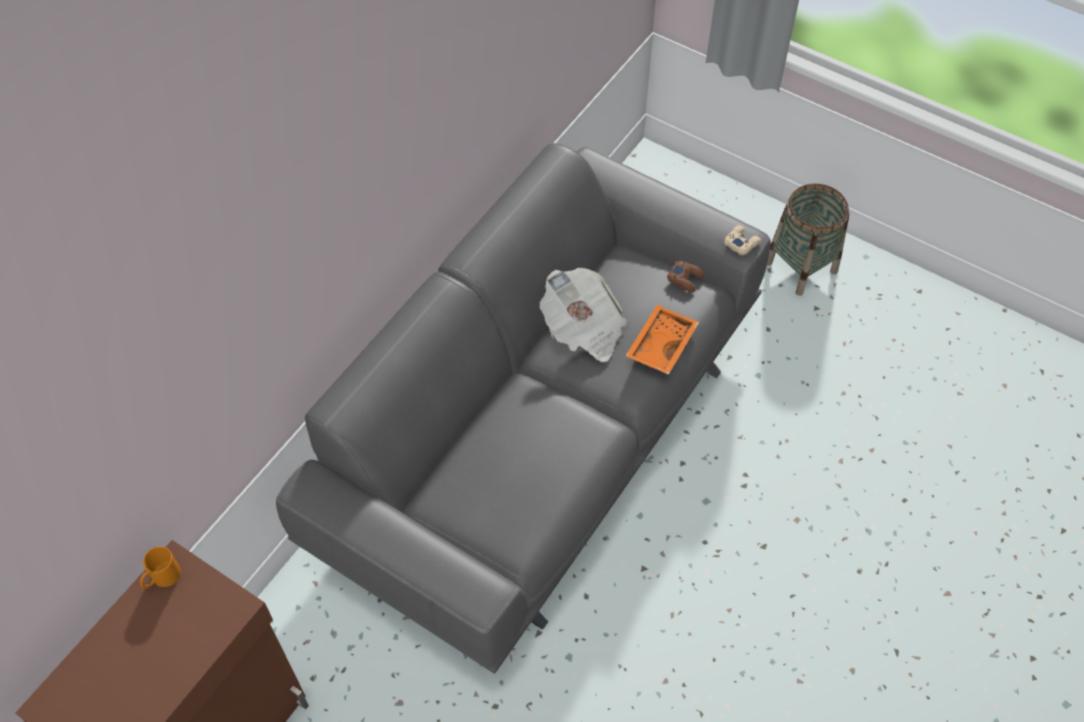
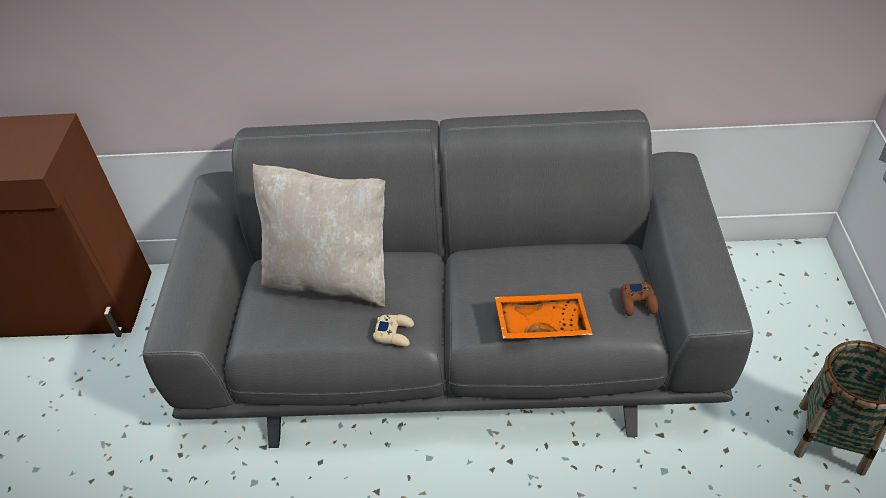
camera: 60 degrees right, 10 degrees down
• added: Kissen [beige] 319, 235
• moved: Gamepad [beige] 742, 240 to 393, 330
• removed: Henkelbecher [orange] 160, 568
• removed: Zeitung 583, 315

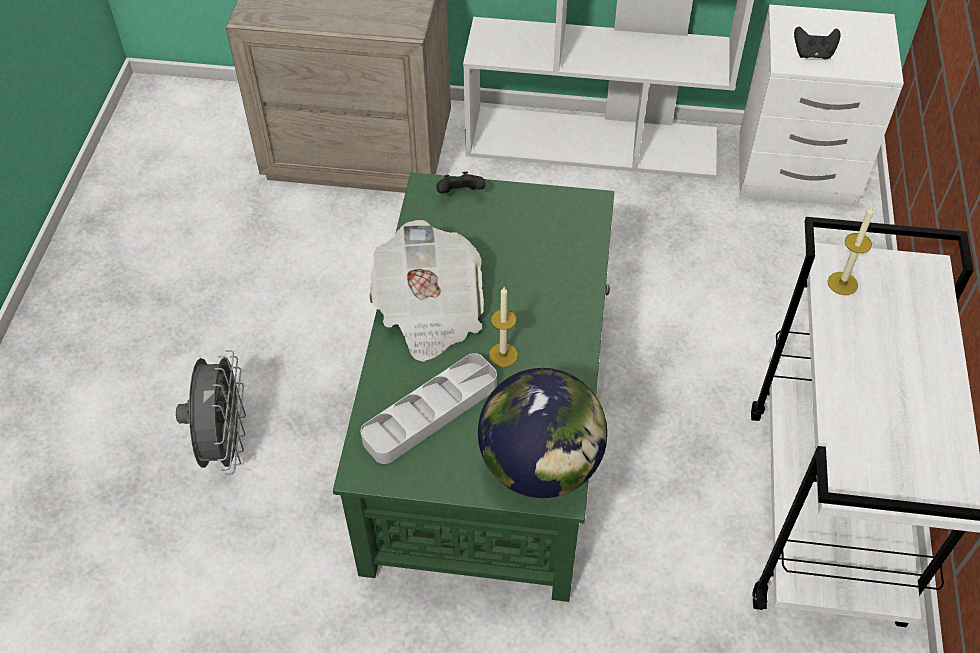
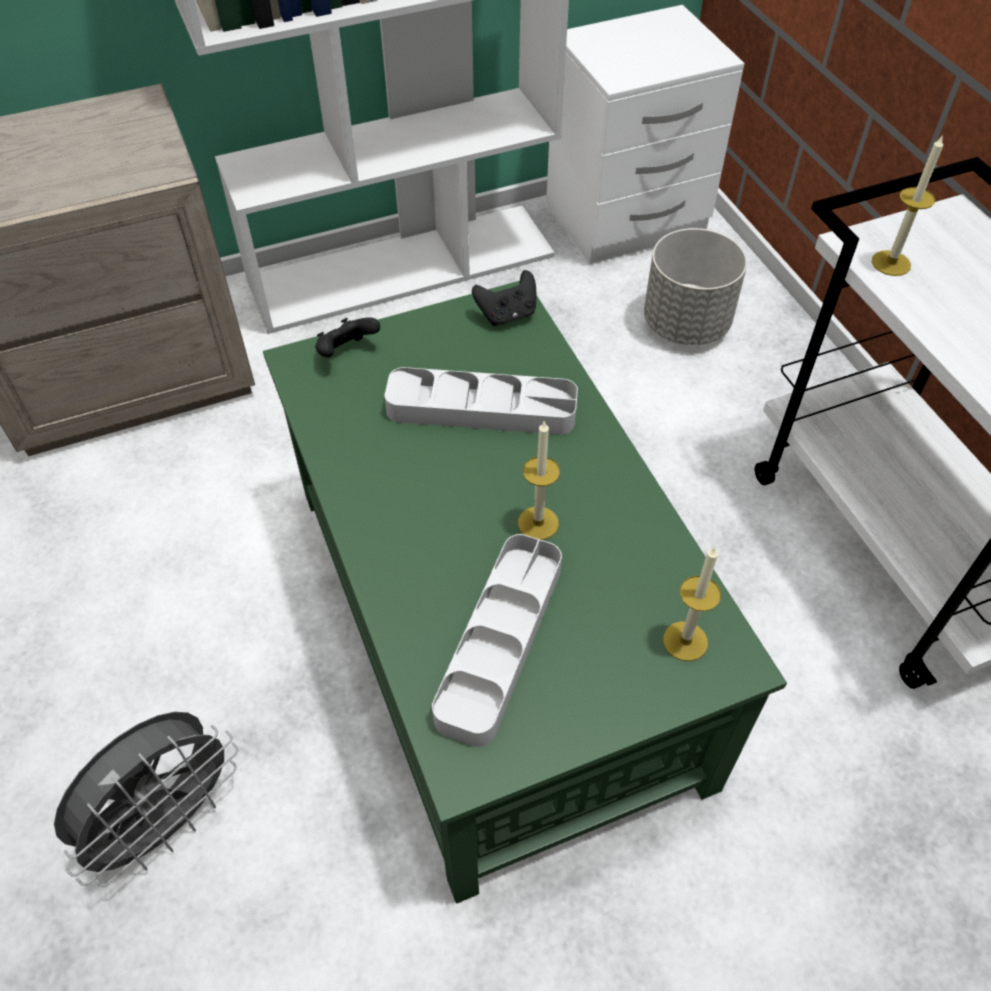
camera: 30 degrees left, 0 degrees up
• turned: Ventilator [grau] 211, 412 = 146, 799 75 degrees clockwise
• added: Tablett [grau] 481, 401
• moved: Gamepad [schwarz] 817, 42 to 504, 298
• added: Pflanzkübel [grau] 695, 286
• replaced: Globus 542, 433 to Kerze 692, 604
• removed: Zeitung 426, 291

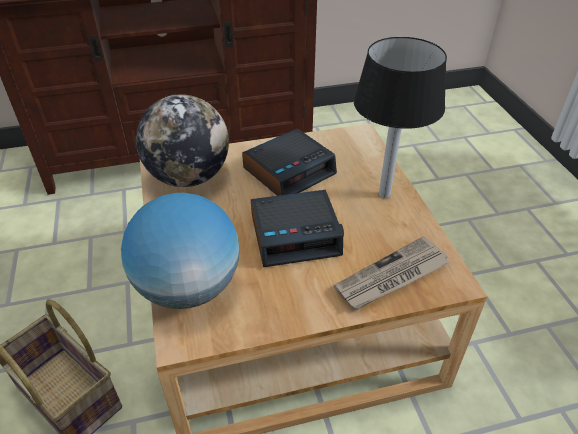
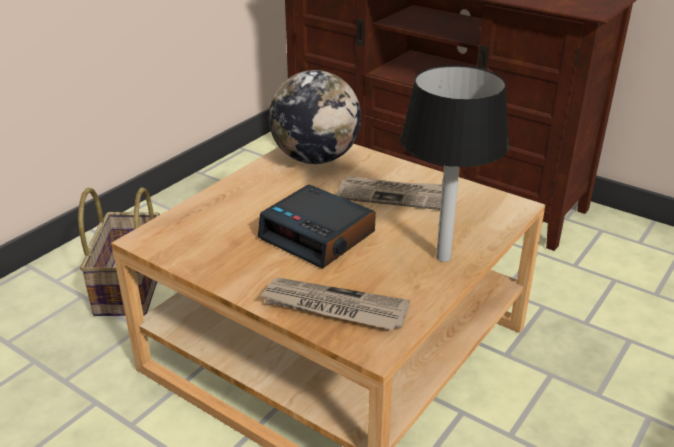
camera: 50 degrees right, 10 degrees down
• replaced: Wecker 289, 162 to Zeitung 389, 193
• removed: Globus 180, 251

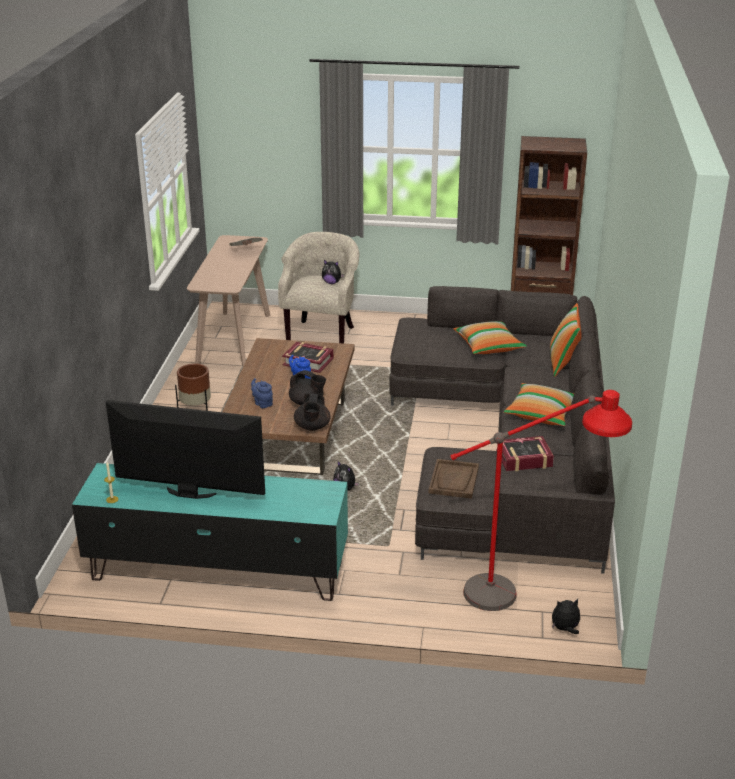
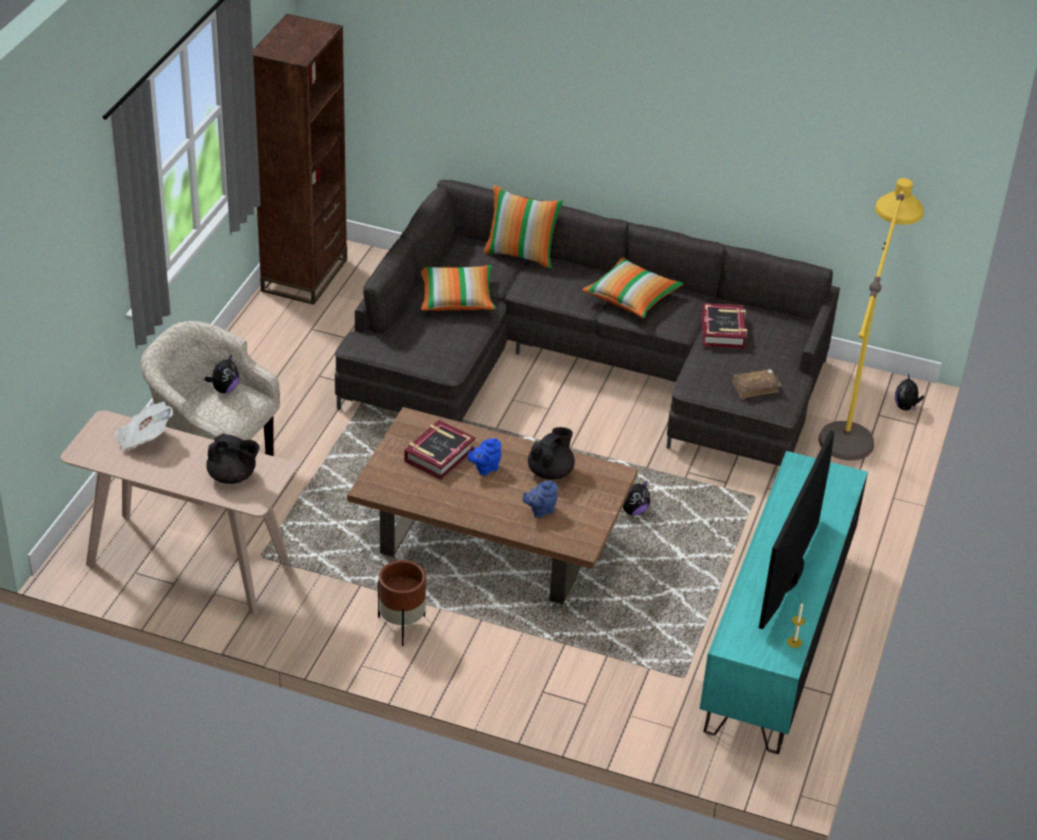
camera: 80 degrees left, 10 degrees up
• moved: Teekanne [schwarz] 312, 412 to 233, 459
• replaced: Tablett [braun] 454, 479 to Buch [braun] 756, 384
• recoloured: Stehlampe [rot] 541, 500 to Stehlampe [gelb] 871, 319

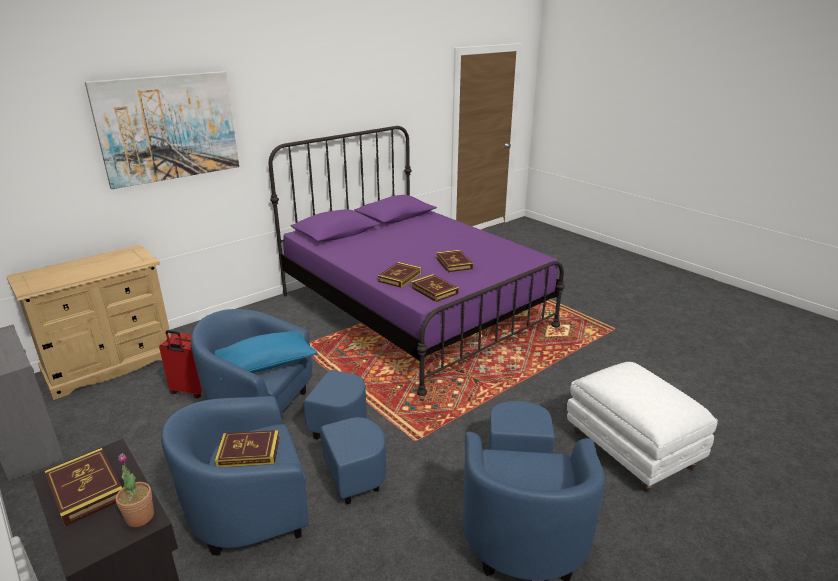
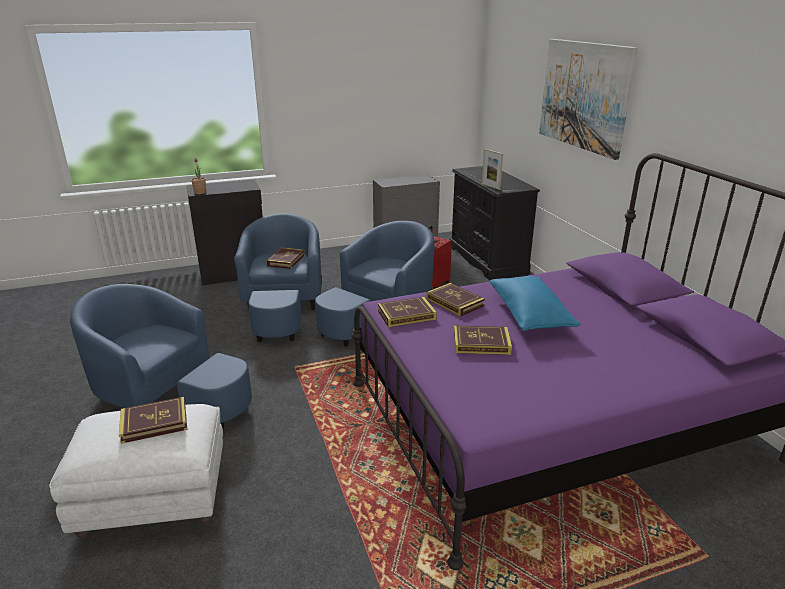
camera: 110 degrees right, 0 degrees up
• moved: Buch 83, 487 to 153, 420
• recoloured: Kommode [beige] 88, 322 to Kommode [schwarz] 495, 223
• added: Bilderrahmen 492, 169
• moved: Kissen [blau] 265, 355 to 535, 303

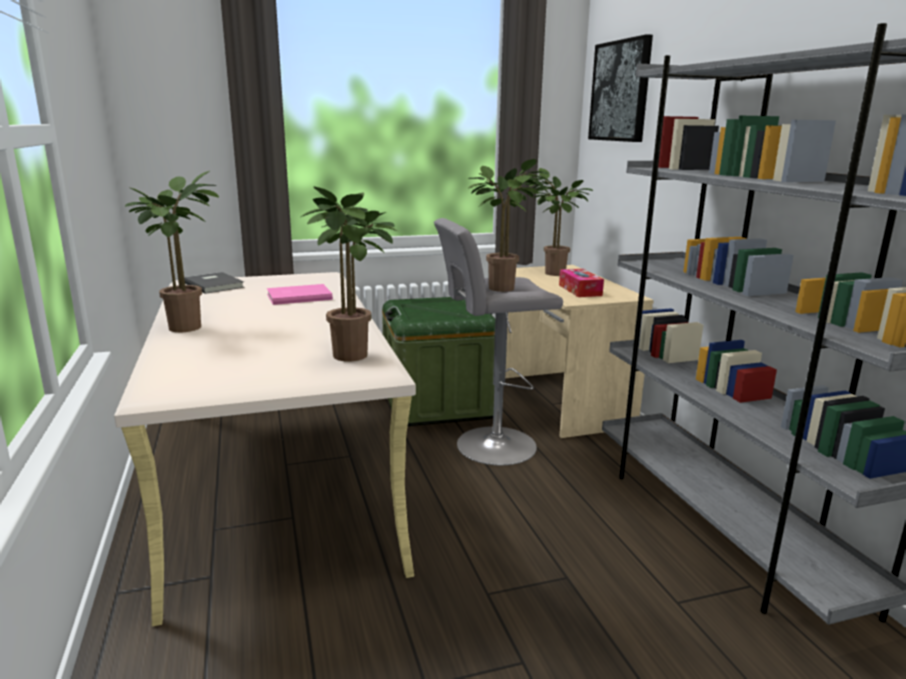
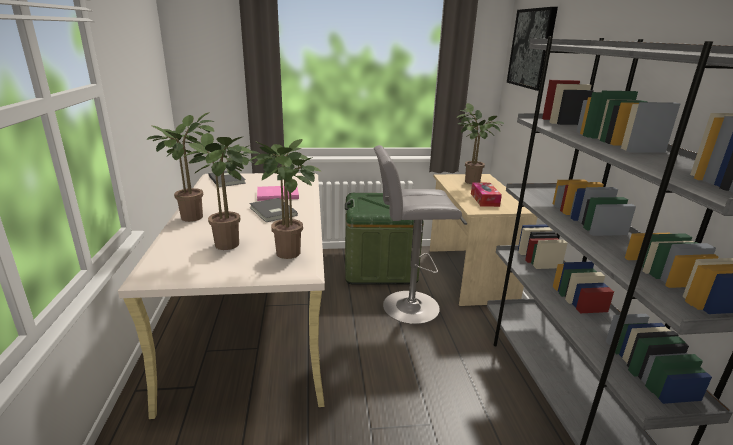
camera: 10 degrees right, 5 degrees up
• moved: Topfpflanze 508, 225 to 221, 191
• added: Buch [grau] 273, 210

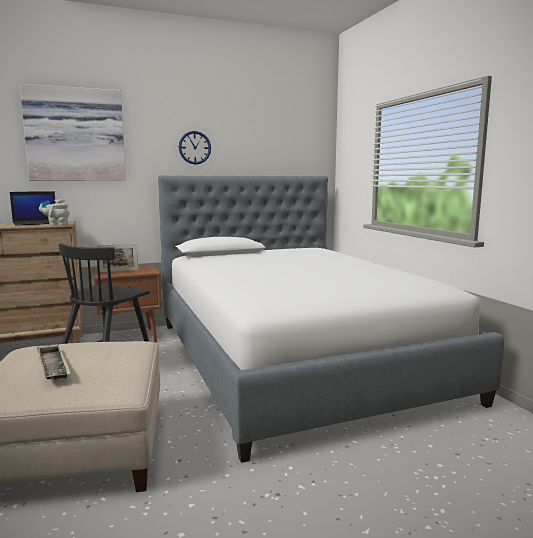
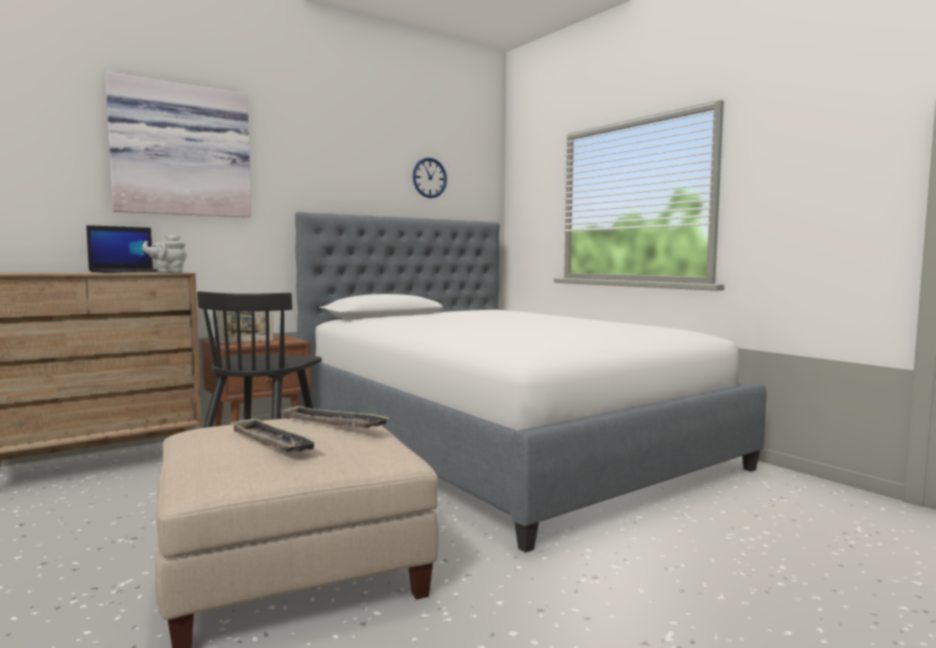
camera: 15 degrees left, 5 degrees down
• added: Tablett 334, 416
• moved: Wanduhr 195, 148 to 430, 178

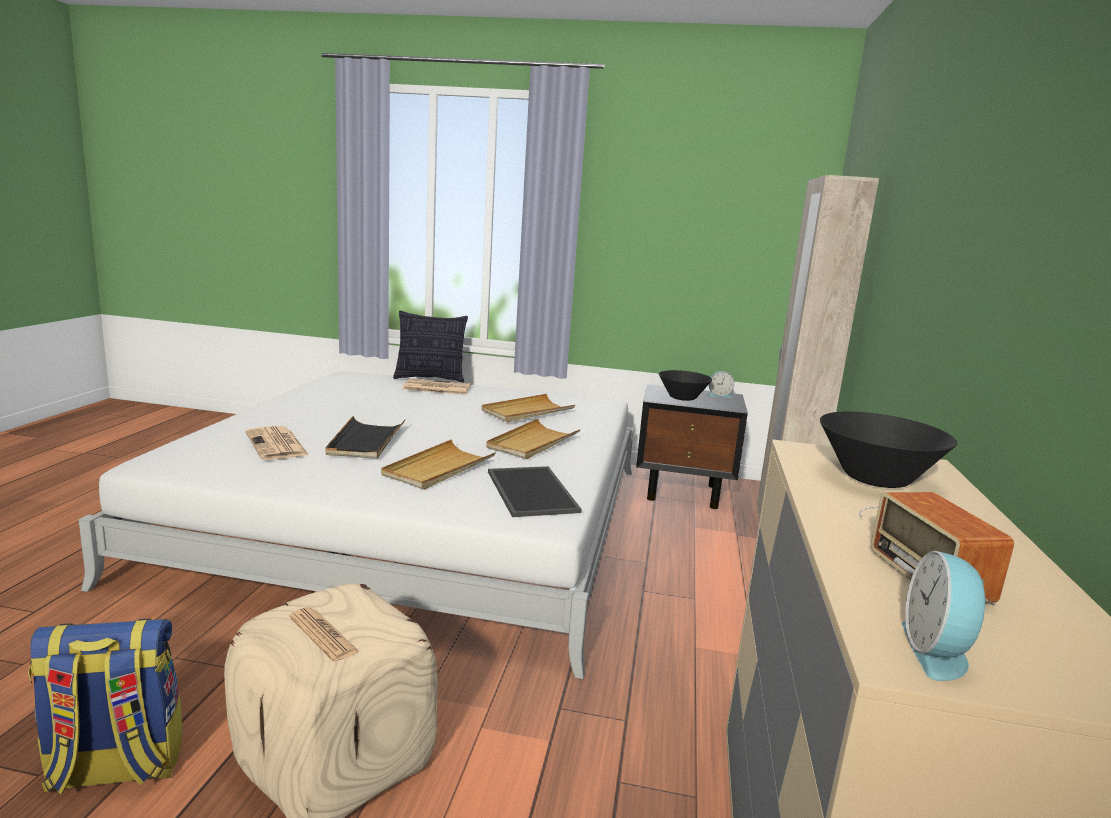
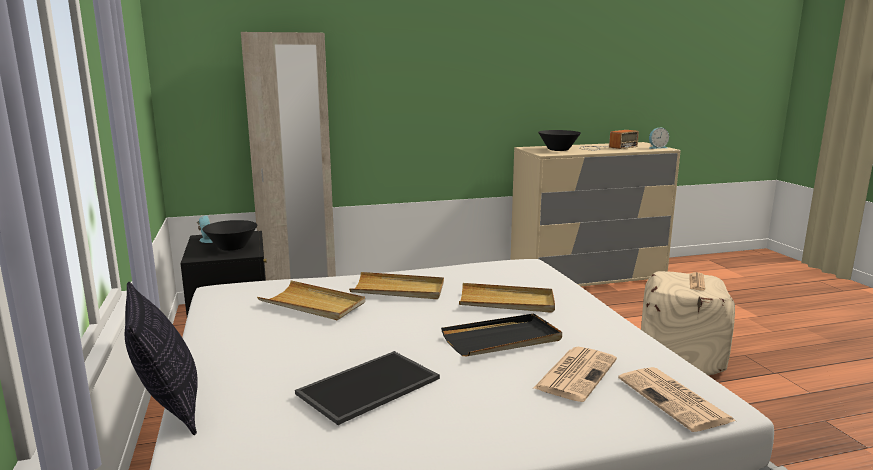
camera: 115 degrees left, 0 degrees up
• moved: Tablett 535, 491 to 367, 388
• moved: Zeitung 437, 386 to 677, 399
• removed: Rucksack 105, 706

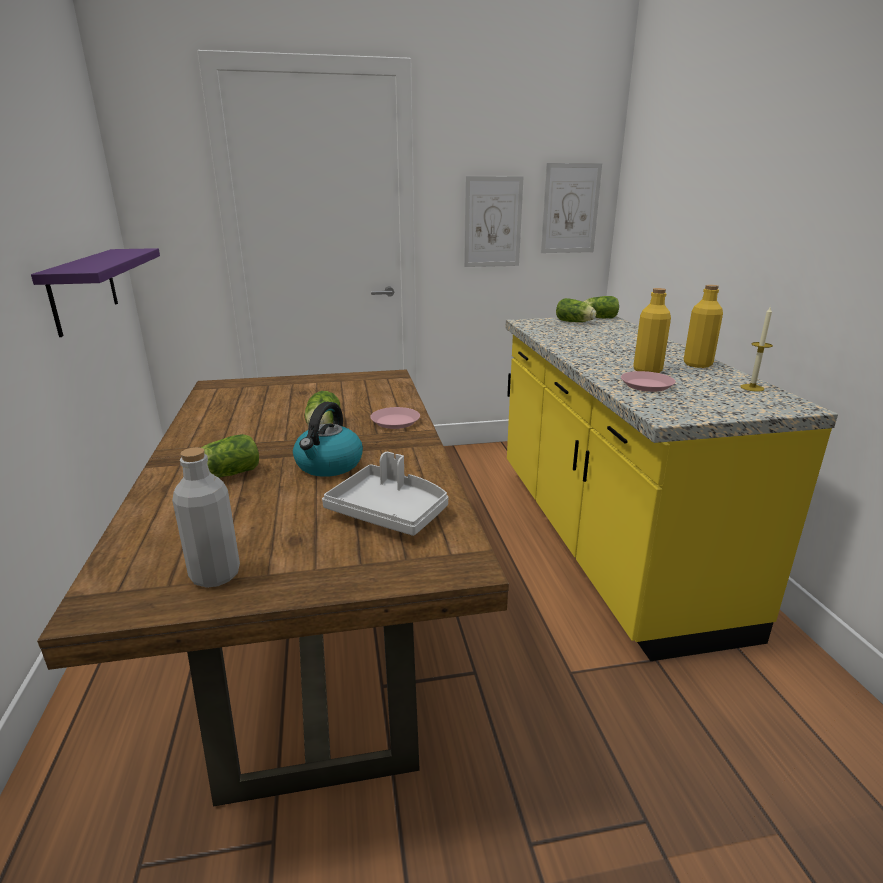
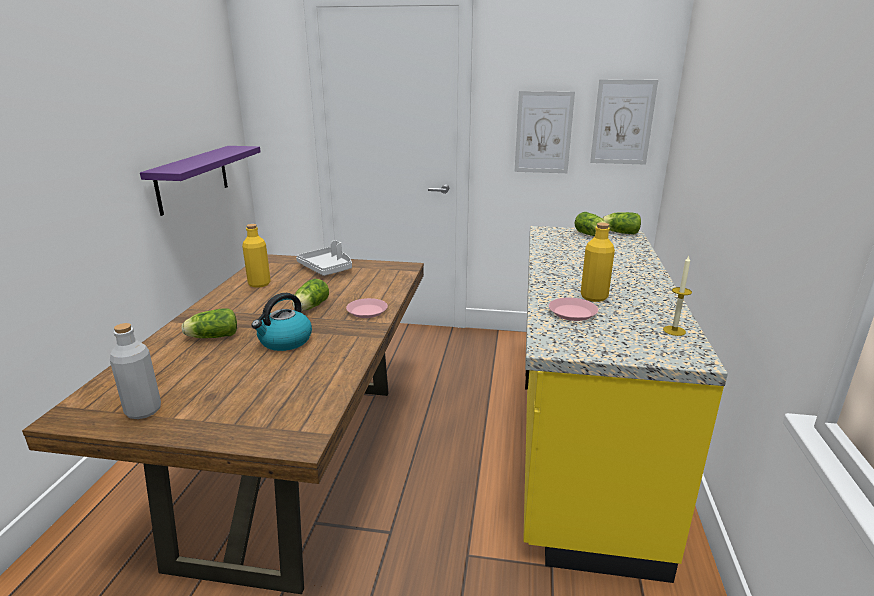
camera: 20 degrees right, 0 degrees up
• moved: Flasche [gelb] 703, 326 to 256, 256
• moved: Tablett [grau] 385, 494 to 324, 258

